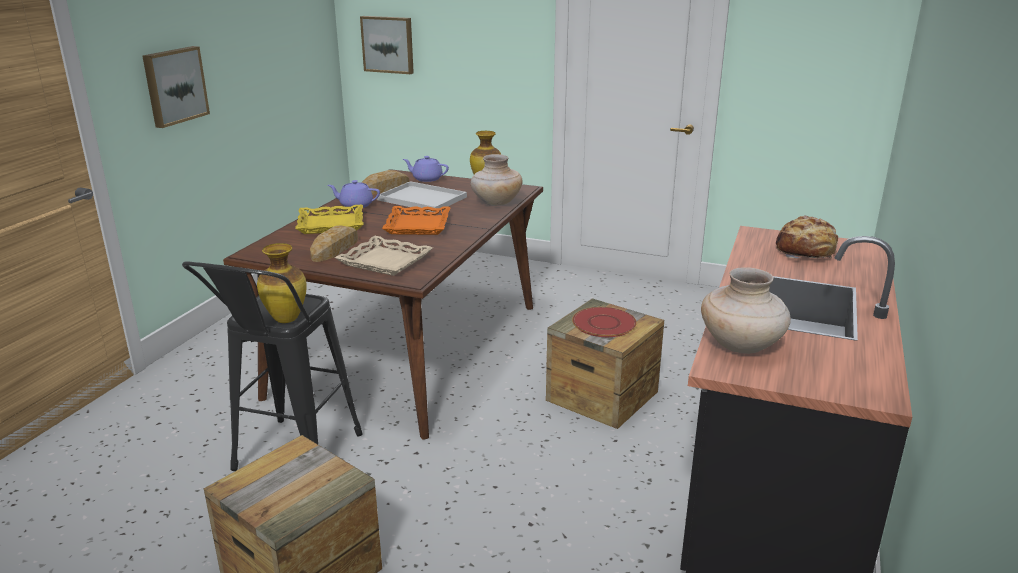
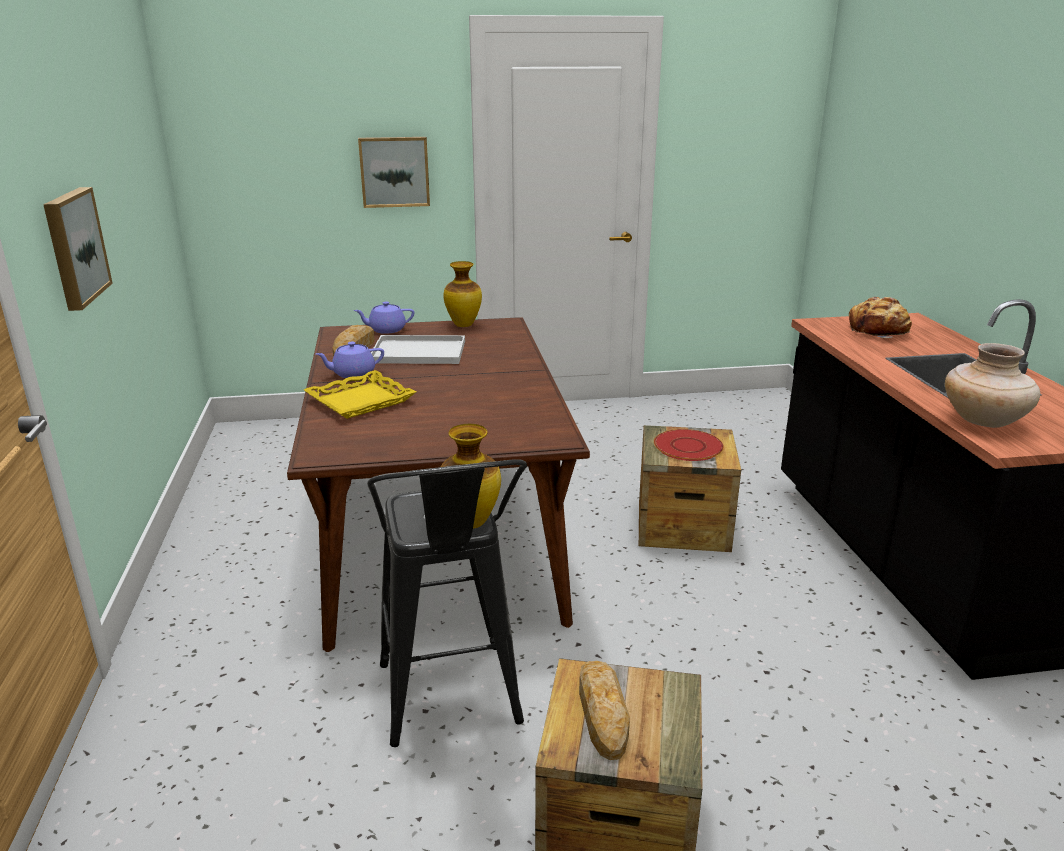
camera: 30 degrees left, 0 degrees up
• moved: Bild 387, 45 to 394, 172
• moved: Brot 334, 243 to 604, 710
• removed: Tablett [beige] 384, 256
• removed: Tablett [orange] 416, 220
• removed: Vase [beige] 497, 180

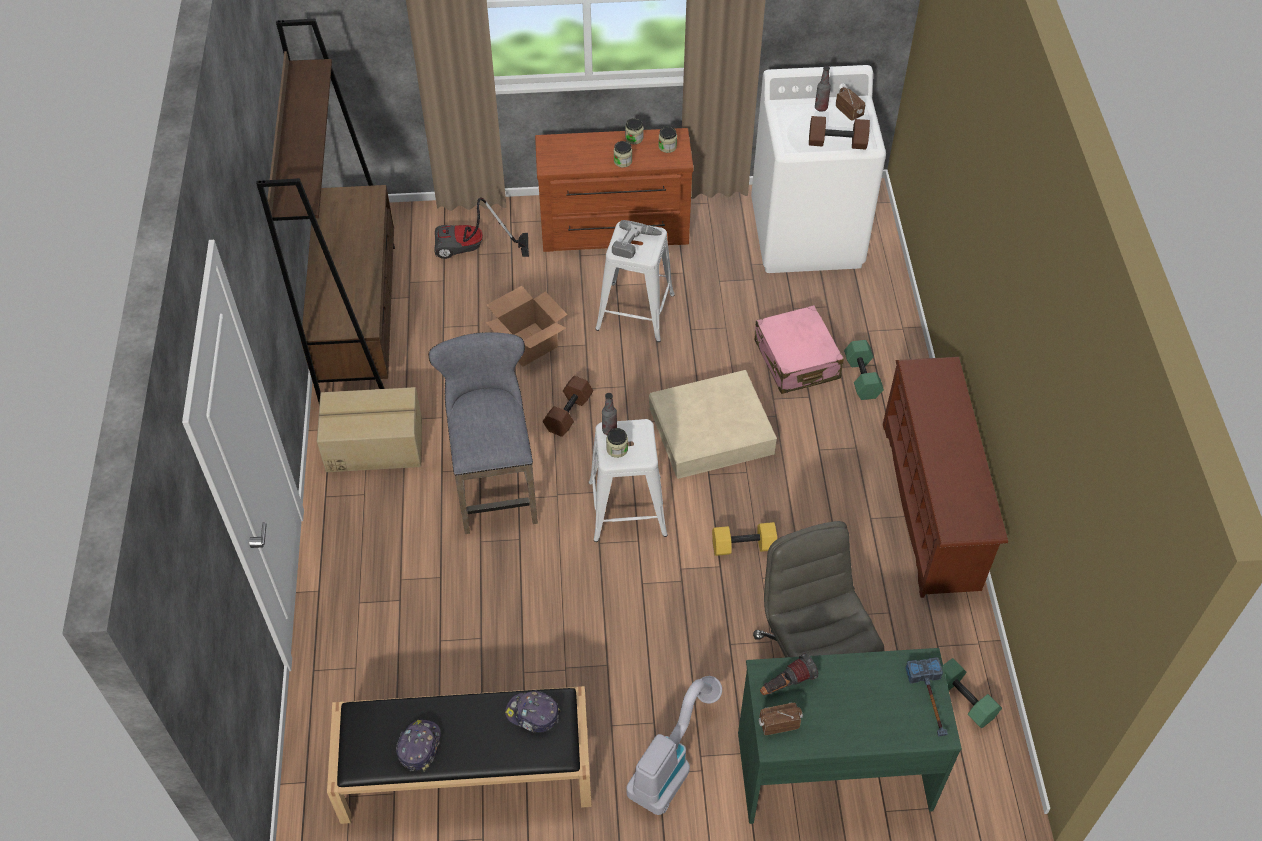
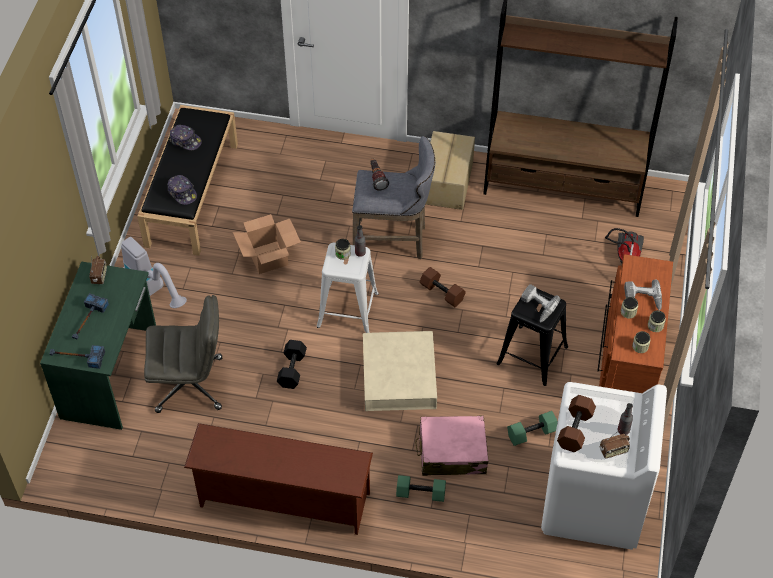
camera: 105 degrees right, 0 degrees up
• added: Hammer 90, 316
• turned: Kappe 533, 711 = 182, 190 105 degrees clockwise
• moved: Karton 527, 326 to 267, 244
• recoloured: Hantel [gelb] 744, 539 to Hantel [schwarz] 292, 364
• moved: Taschenlampe 789, 674 to 379, 174
• recoloured: Hocker [weiß] 635, 282 to Hocker [schwarz] 532, 337
• moved: Hantel [grün] 972, 693 to 532, 428
• added: Bohrmaschine 643, 294

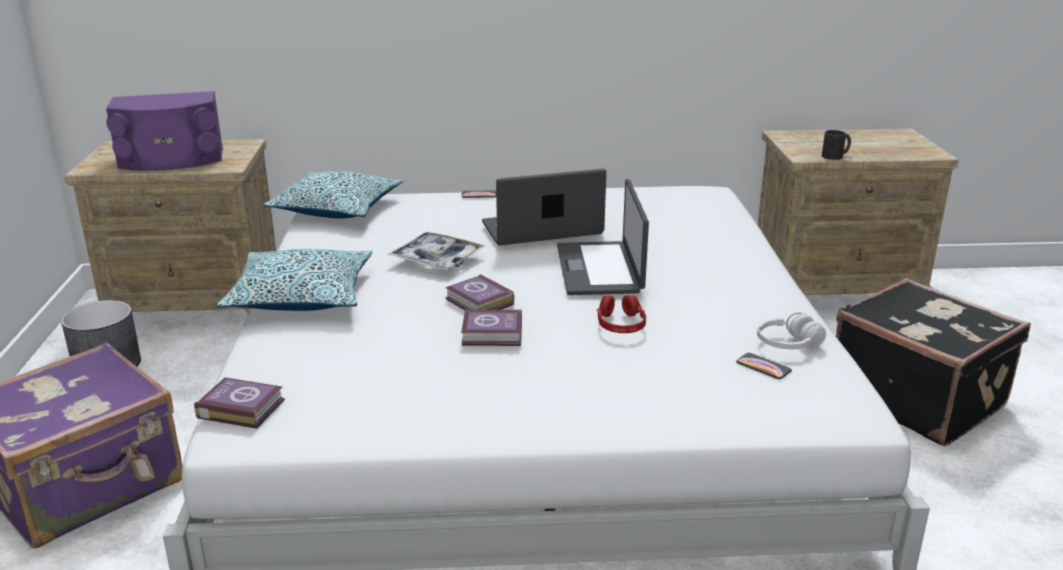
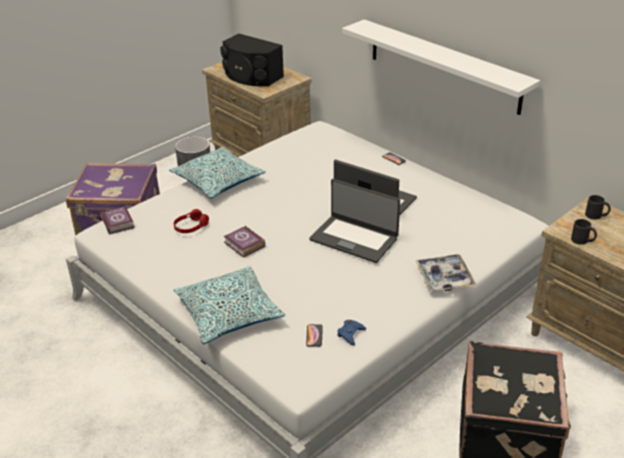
camera: 50 degrees right, 10 degrees up
• moved: Kopfhörer [rot] 621, 313 to 191, 221
• moved: Kissen 333, 194 to 229, 305
• recoloured: Lautsprecher [lila] 164, 131 to Lautsprecher [schwarz] 252, 60
• turned: Laptop 603, 237 = 354, 221 105 degrees counterclockwise
• replaced: Kopfhörer [weiß] 791, 330 to Gamepad [blau] 351, 333
• added: Wandregal [weiß] 441, 67
• moved: Tablett 436, 251 to 445, 273
• added: Henkelbecher [schwarz] 598, 207
• removed: Buch 479, 292

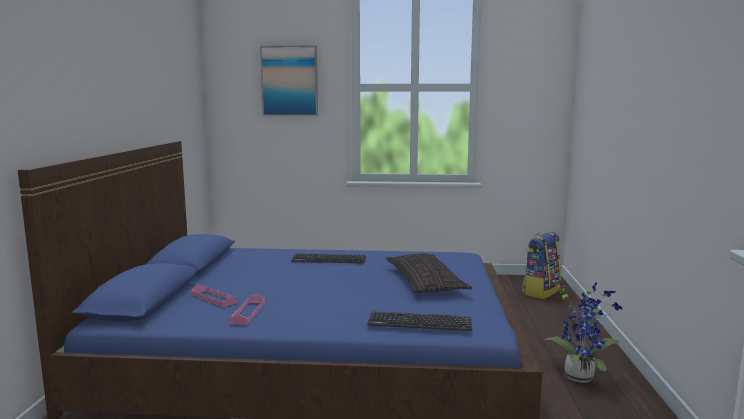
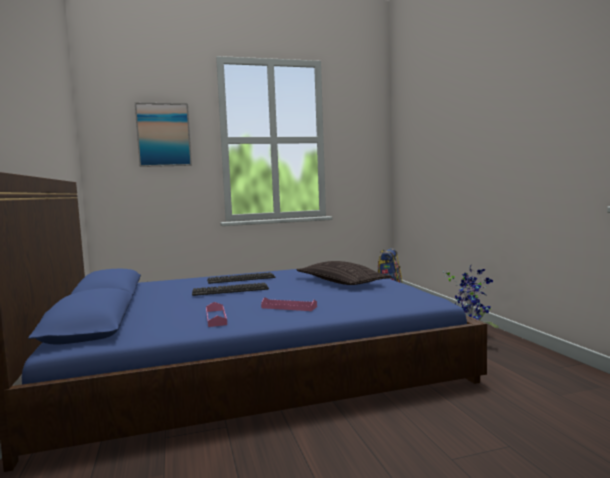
camera: 20 degrees left, 5 degrees down
• moved: Tastatur 419, 321 to 230, 289
• moved: Tablett [rosa] 214, 295 to 289, 304

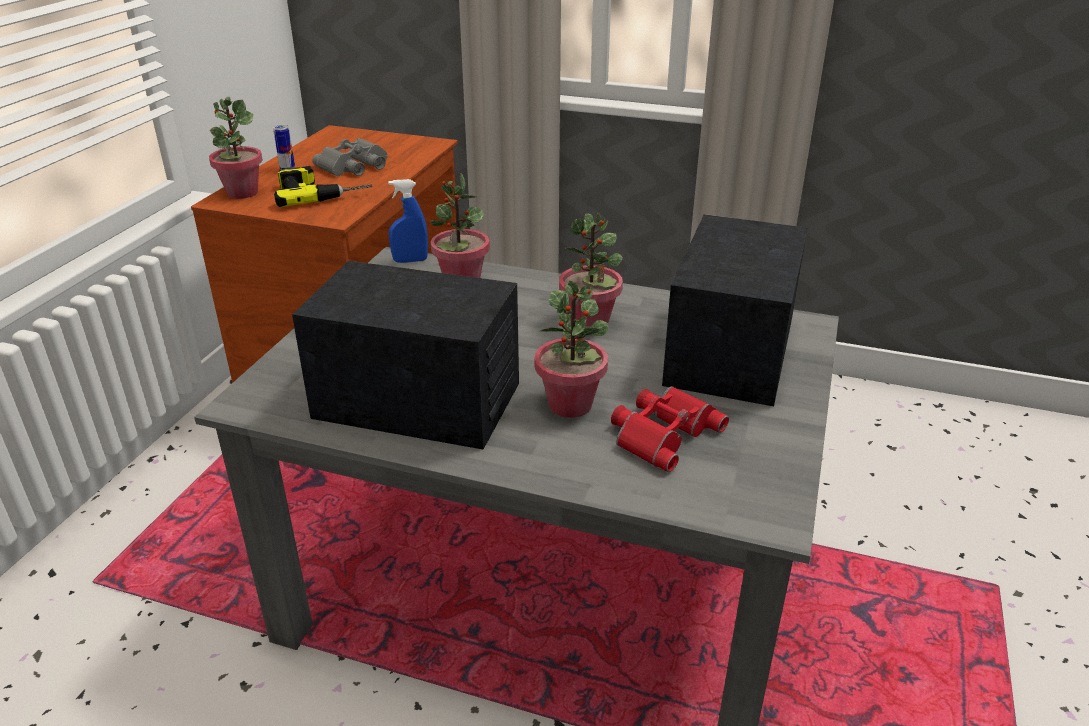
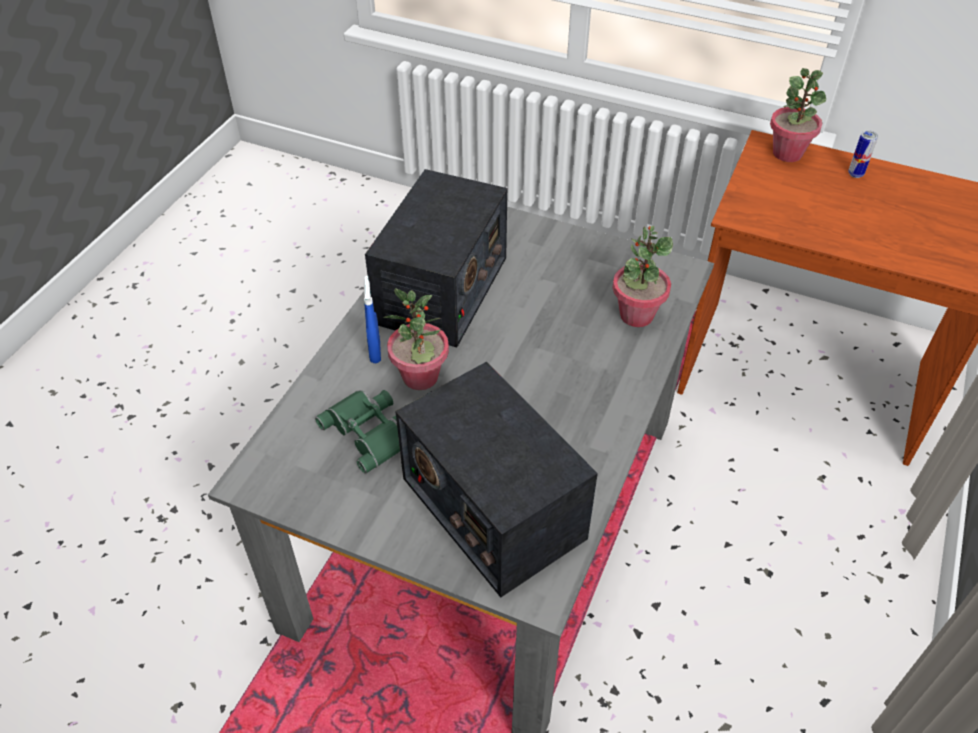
camera: 95 degrees right, 15 degrees up
• recoloured: Fernglas [rot] 670, 429 to Fernglas [grün] 357, 432
• moved: Sprühflasche [blau] 408, 221 to 372, 319
• turned: Radio 735, 310 = 496, 479 150 degrees counterclockwise
• removed: Bohrmaschine 323, 186
• removed: Fernglas [grau] 350, 157
• removed: Topfpflanze 591, 269

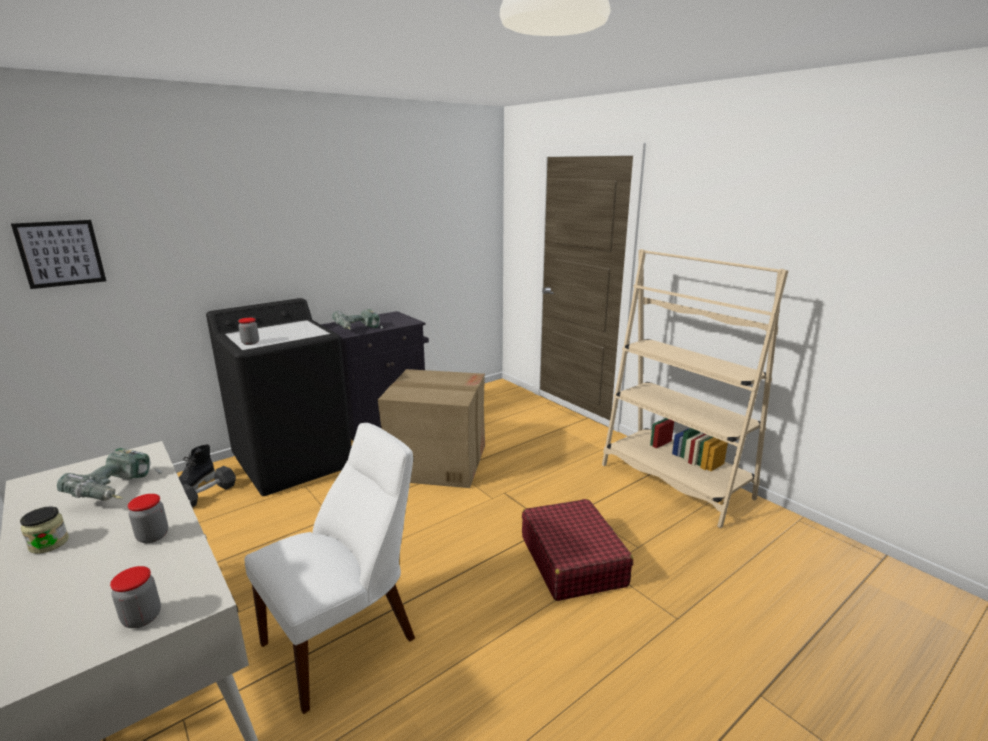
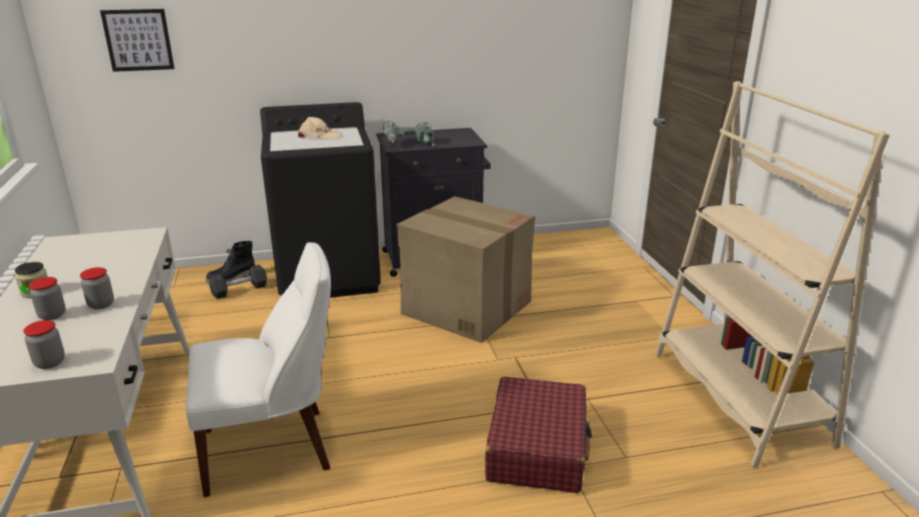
camera: 25 degrees right, 5 degrees up
• moved: Vorratsglas 248, 331 to 47, 298
• added: Kappe [beige] 319, 128
• removed: Bohrmaschine 109, 474

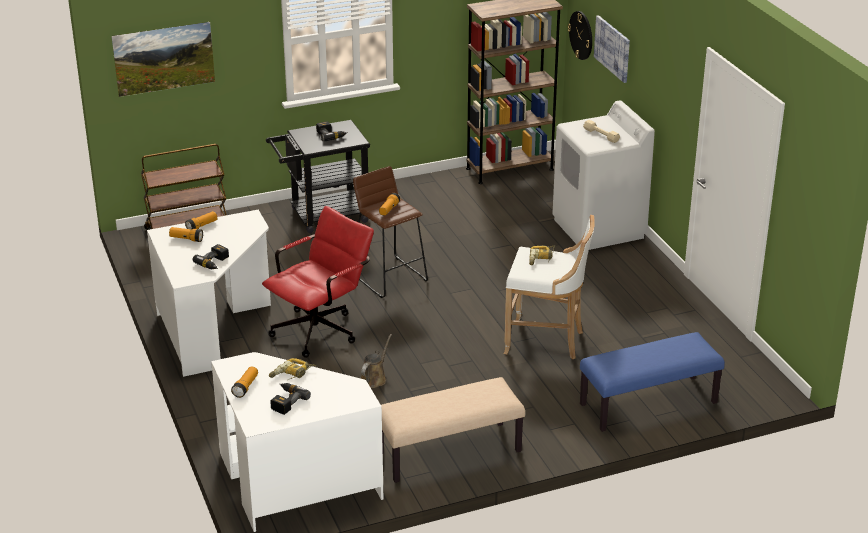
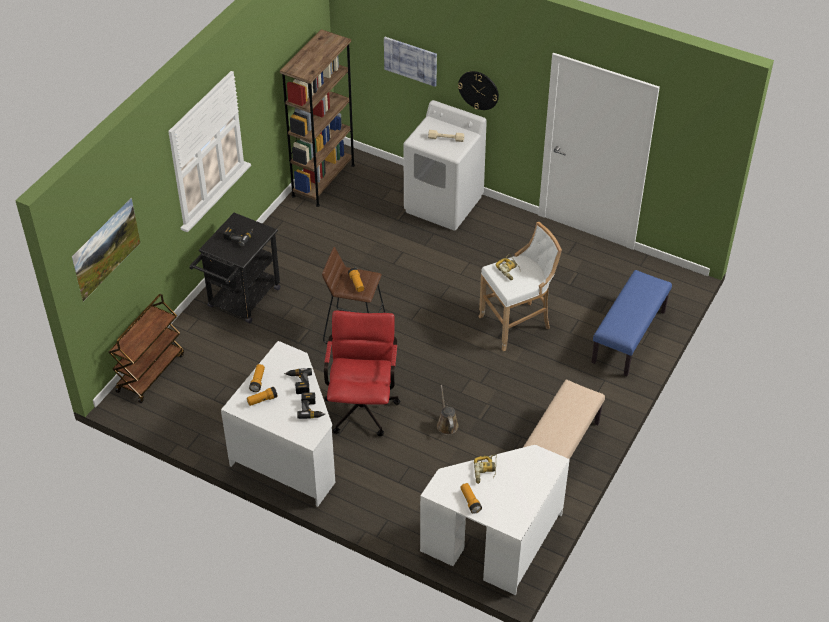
camera: 40 degrees left, 15 degrees up
• moved: Bohrmaschine 290, 399 to 298, 381
• moved: Wanduhr 580, 35 to 478, 90

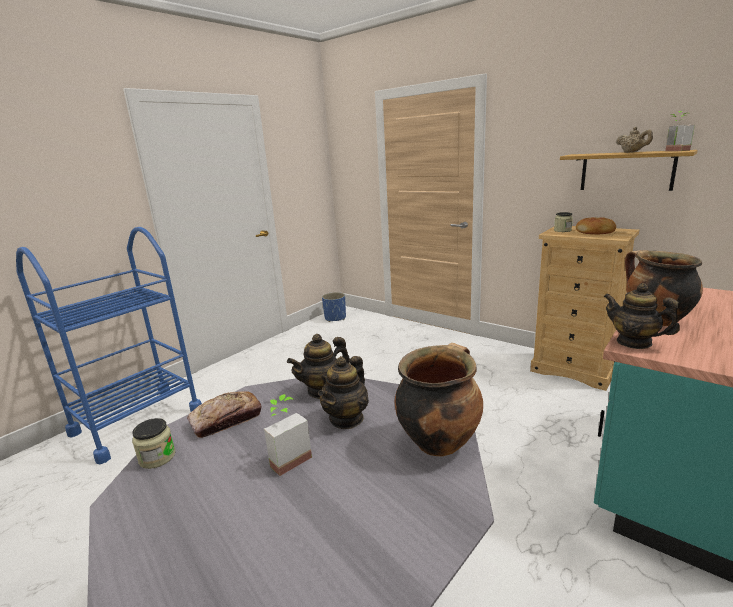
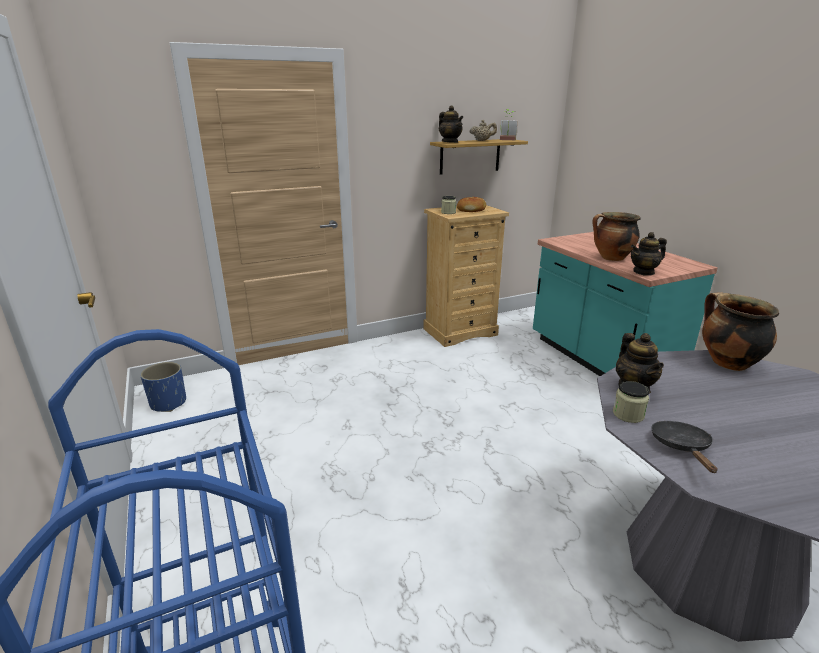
camera: 65 degrees left, 5 degrees up
• moved: Teekanne 343, 392 to 451, 124
• moved: Vorratsglas 153, 443 to 631, 402
• replaced: Brot 224, 414 to Pfanne [schwarz] 684, 447
• removed: Topfpflanze 288, 435

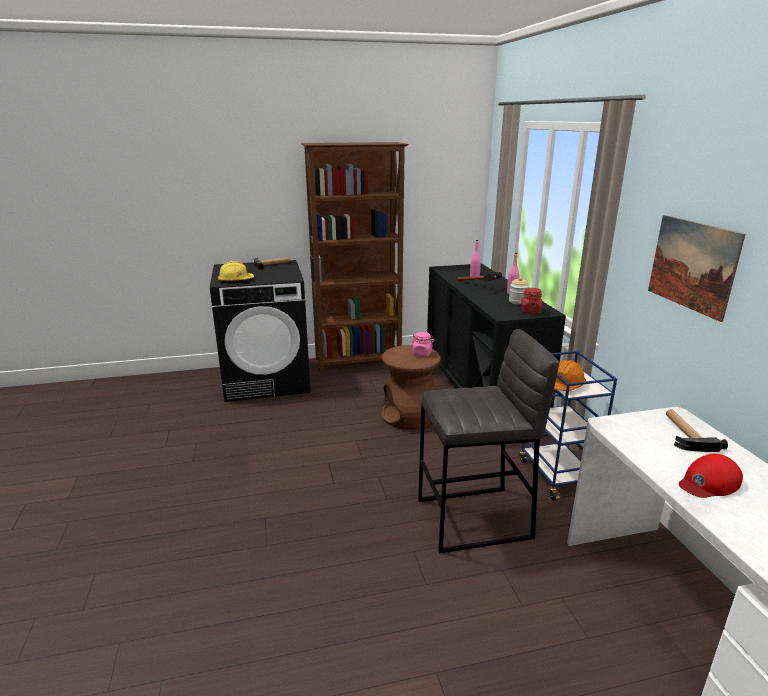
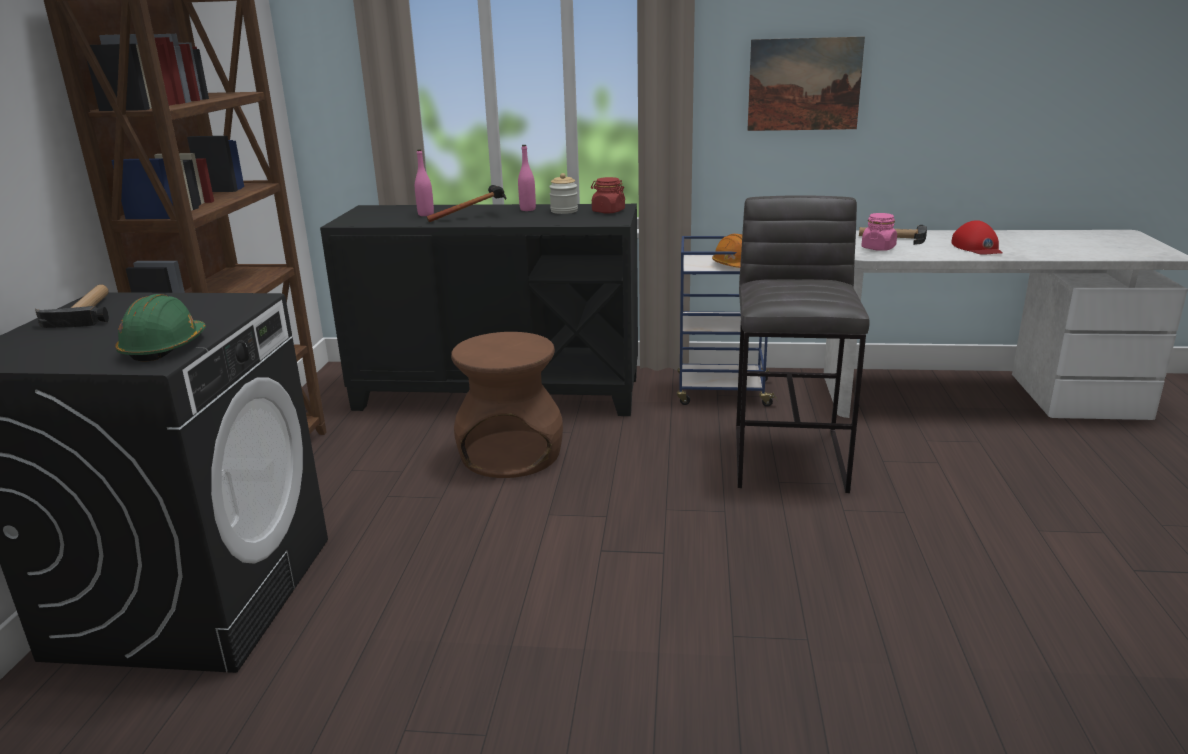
camera: 70 degrees left, 0 degrees up
• recoloured: Schutzhelm [gelb] 236, 271 to Schutzhelm [grün] 160, 328
• moved: Vorratsglas [rosa] 423, 344 to 879, 232

